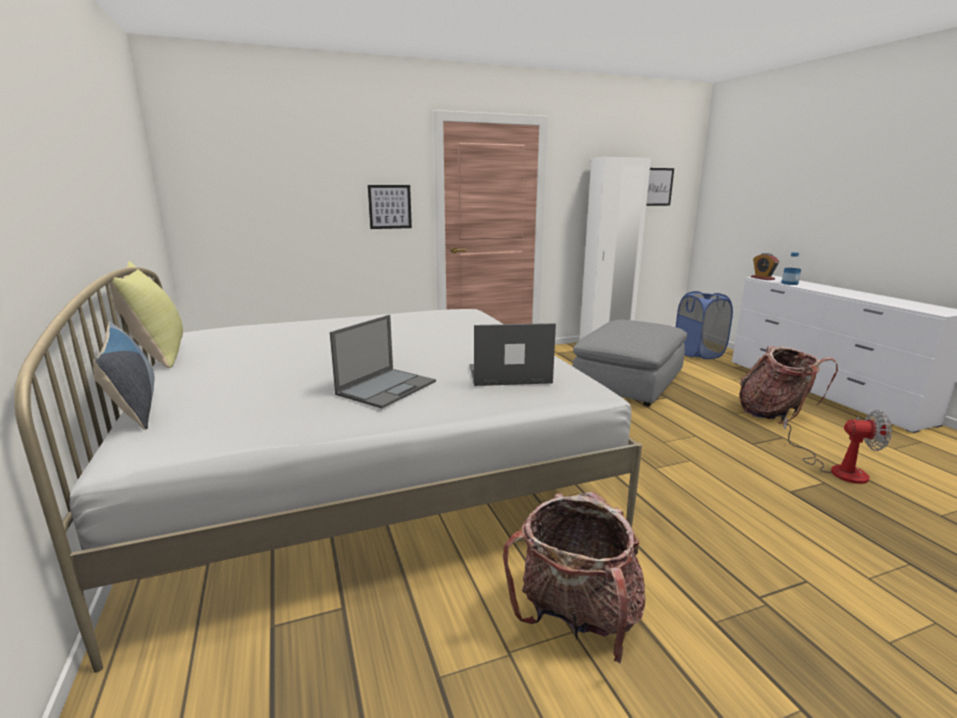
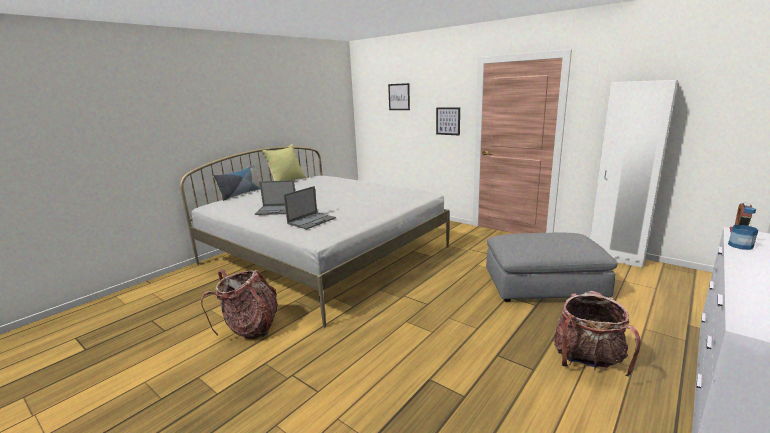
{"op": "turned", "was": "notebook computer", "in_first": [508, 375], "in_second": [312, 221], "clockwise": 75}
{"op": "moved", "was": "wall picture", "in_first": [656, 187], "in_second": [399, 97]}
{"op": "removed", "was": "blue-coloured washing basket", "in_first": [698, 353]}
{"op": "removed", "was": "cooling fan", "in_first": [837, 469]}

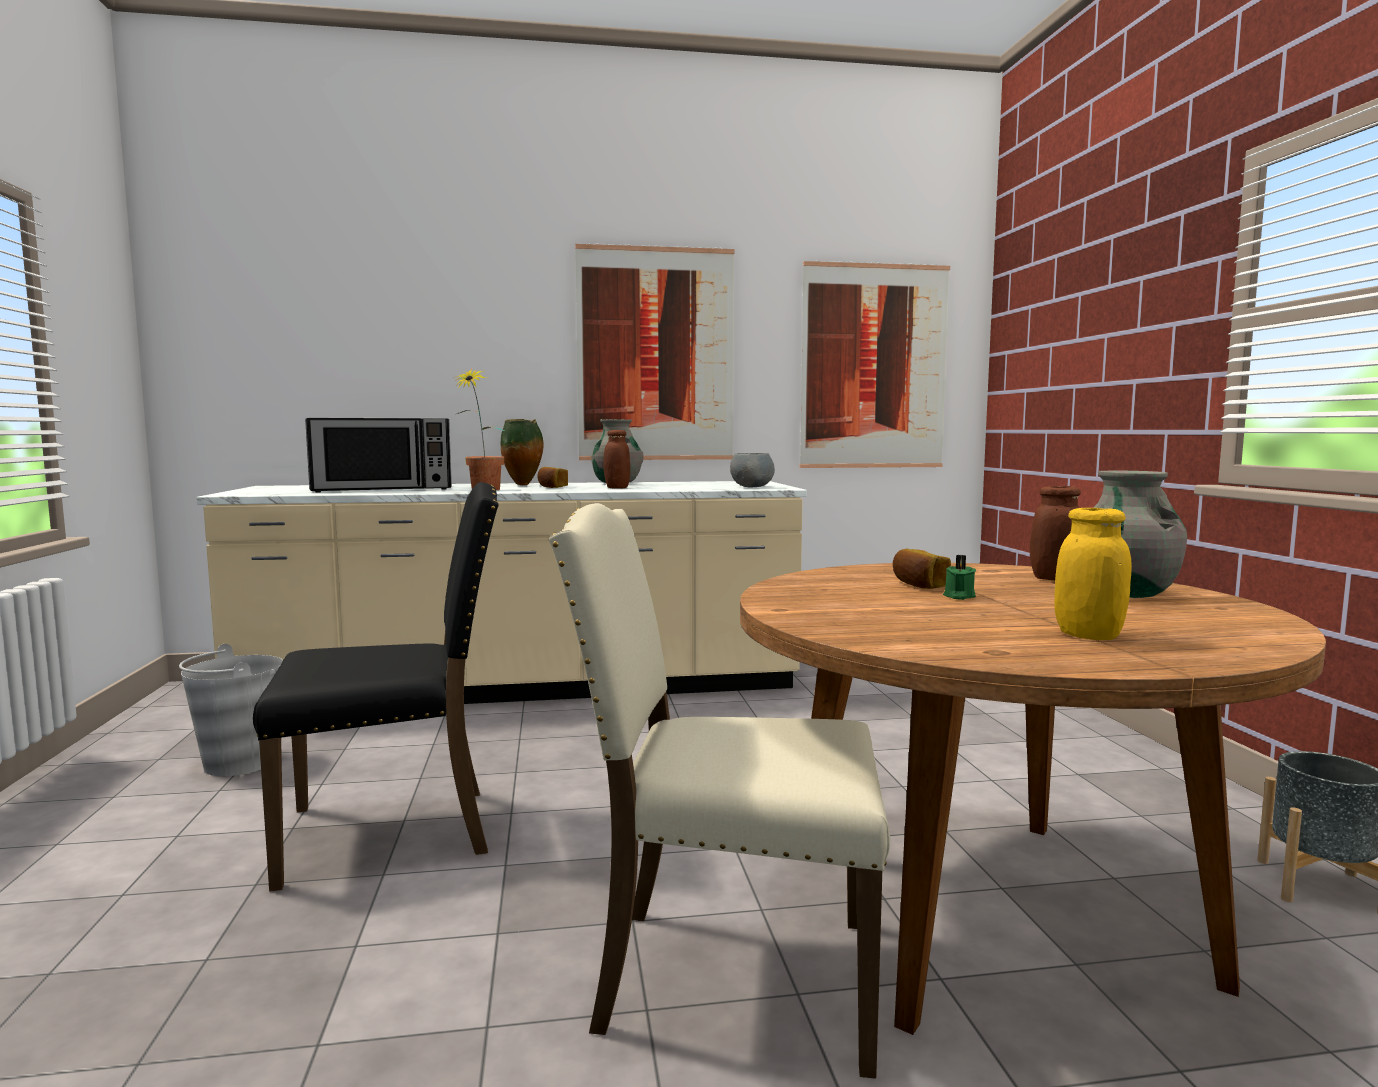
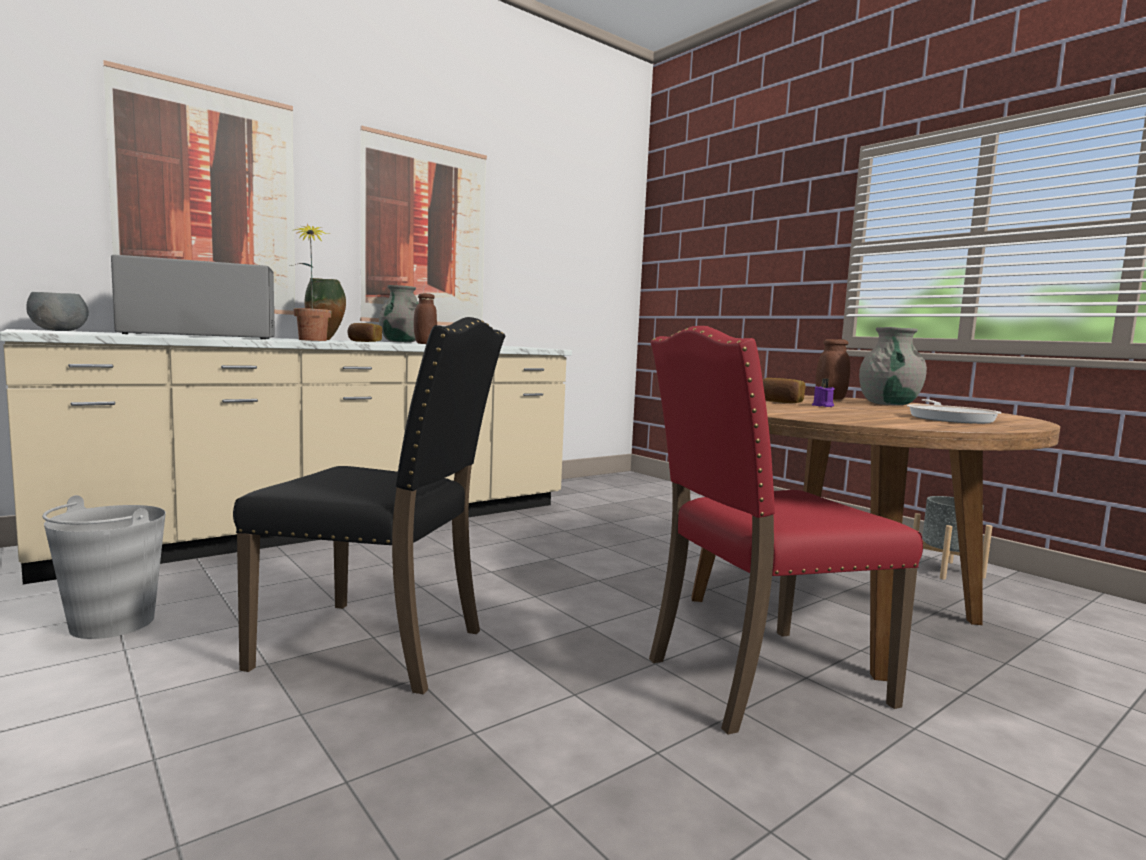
{"op": "moved", "was": "gray serving bowl", "in_first": [752, 487], "in_second": [59, 331]}
{"op": "moved", "was": "wall picture", "in_first": [873, 366], "in_second": [208, 199]}
{"op": "turned", "was": "microwave oven", "in_first": [382, 489], "in_second": [200, 336], "clockwise": -150}
{"op": "turned", "was": "blackish upright chair", "in_first": [393, 832], "in_second": [377, 647], "clockwise": 60}
{"op": "recoloured", "was": "beige upright chair", "now": "red-coloured upright chair", "in_first": [729, 977], "in_second": [759, 679]}
{"op": "recoloured", "was": "green wax light", "now": "purple wax light", "in_first": [958, 596], "in_second": [823, 406]}
{"op": "replaced", "was": "yellowish jar", "now": "pan", "in_first": [1088, 636], "in_second": [950, 418]}

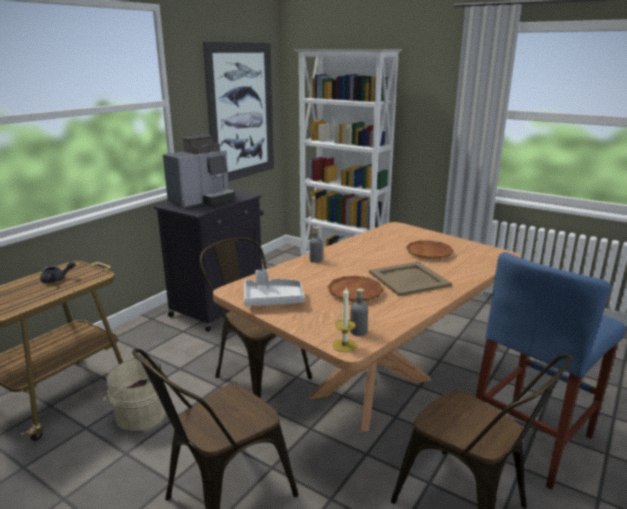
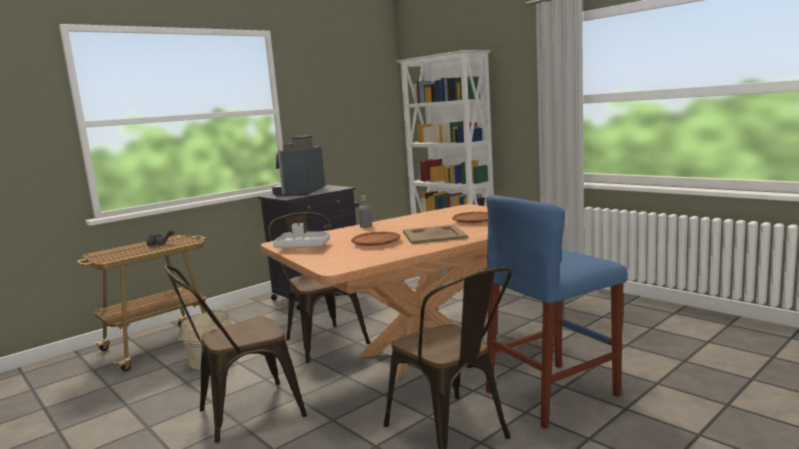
{"op": "turned", "was": "coffee maker", "in_first": [203, 201], "in_second": [300, 192], "clockwise": 135}
{"op": "removed", "was": "wall picture", "in_first": [241, 112]}
{"op": "removed", "was": "wax light", "in_first": [344, 345]}
{"op": "removed", "was": "gray drink bottle", "in_first": [358, 331]}

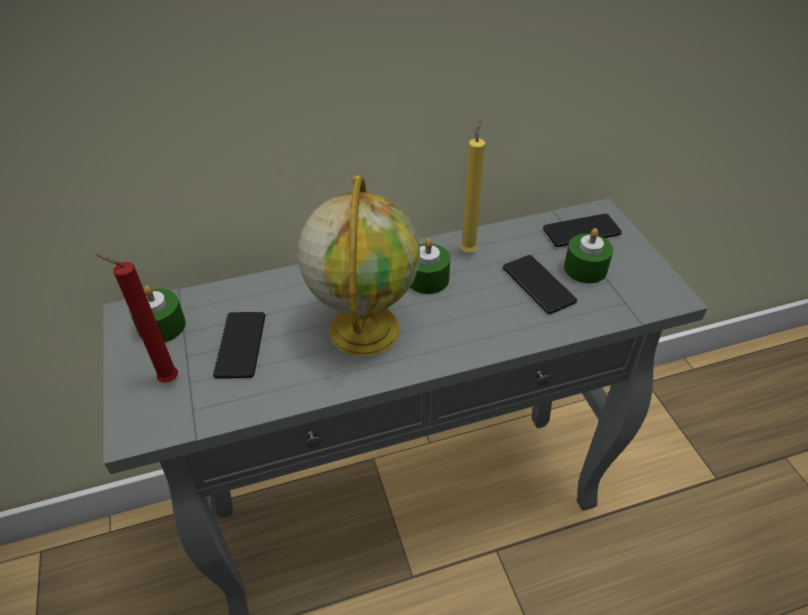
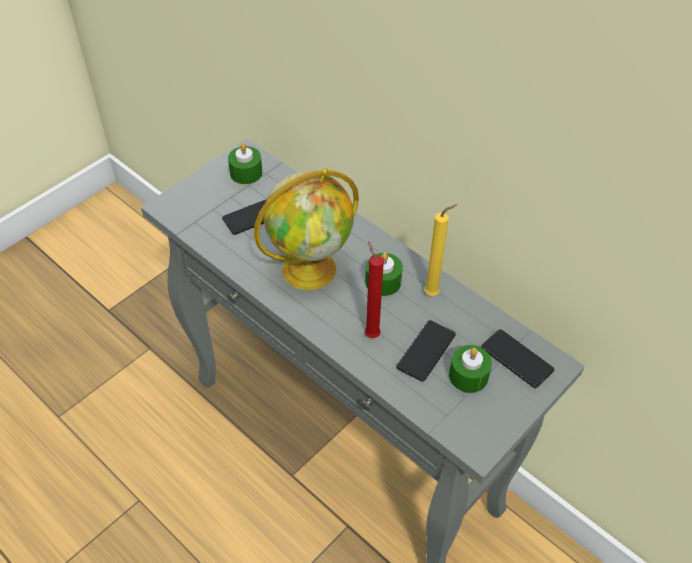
{"op": "moved", "was": "red-coloured wax light", "in_first": [166, 380], "in_second": [371, 333]}

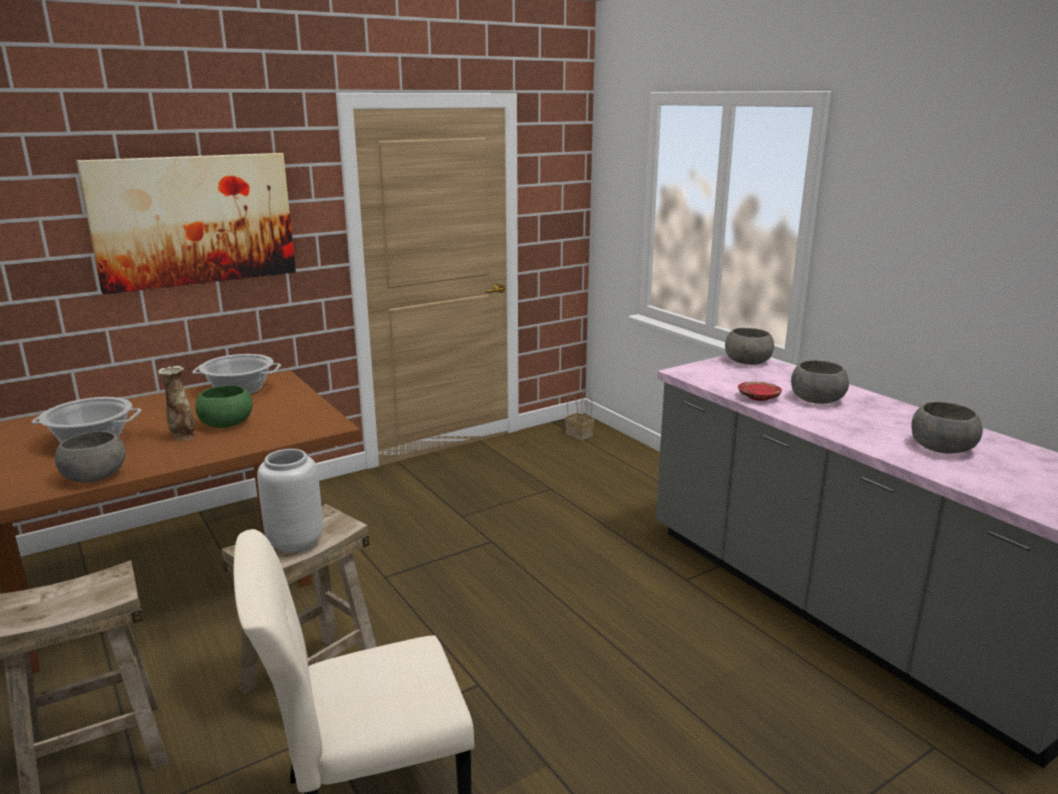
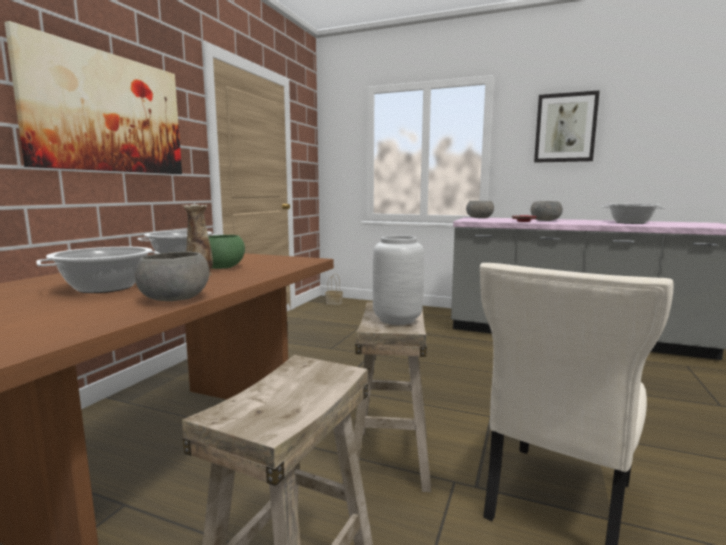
{"op": "added", "now": "wall picture", "in_second": [565, 128]}
{"op": "replaced", "was": "gray serving bowl", "now": "cooking pot", "in_first": [941, 448], "in_second": [630, 223]}

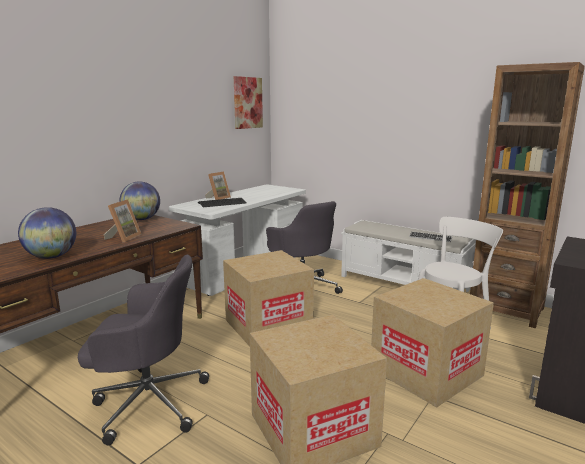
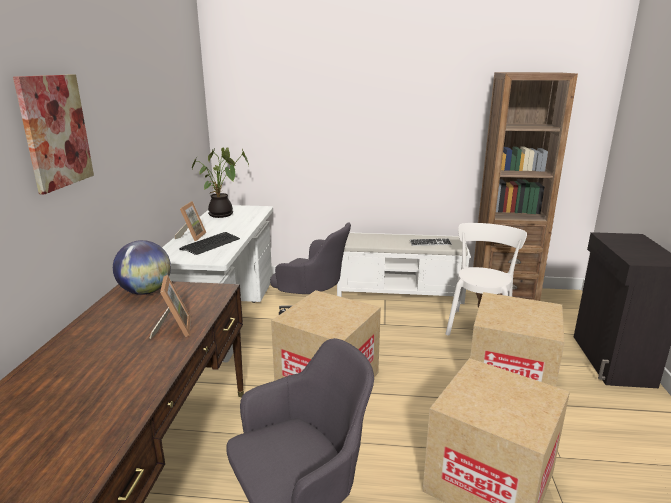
{"op": "moved", "was": "wall picture", "in_first": [247, 103], "in_second": [55, 131]}
{"op": "added", "now": "plant in a pot", "in_second": [222, 215]}
{"op": "removed", "was": "desk globe", "in_first": [51, 257]}

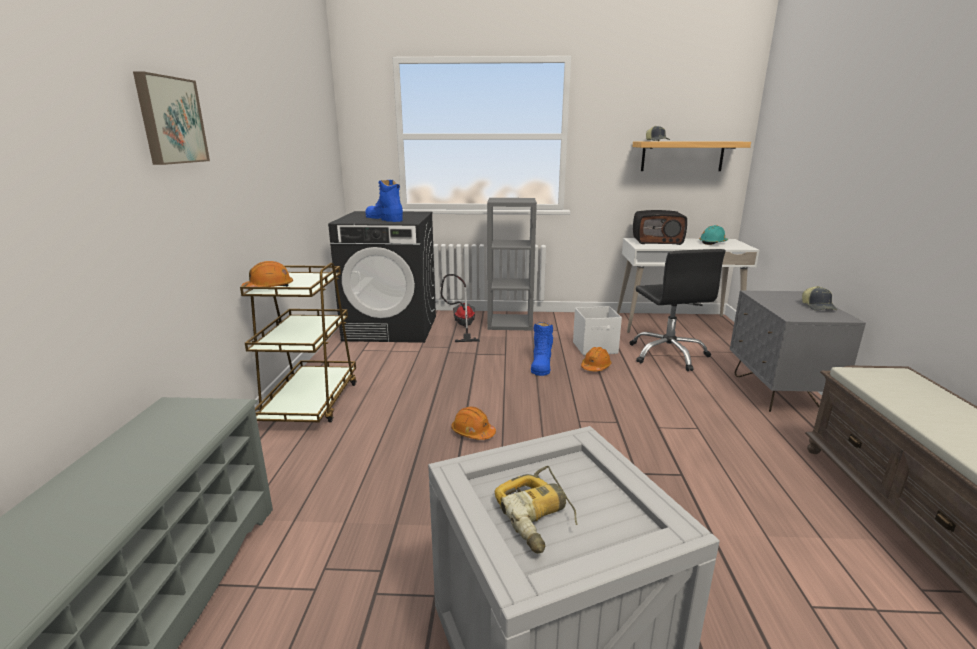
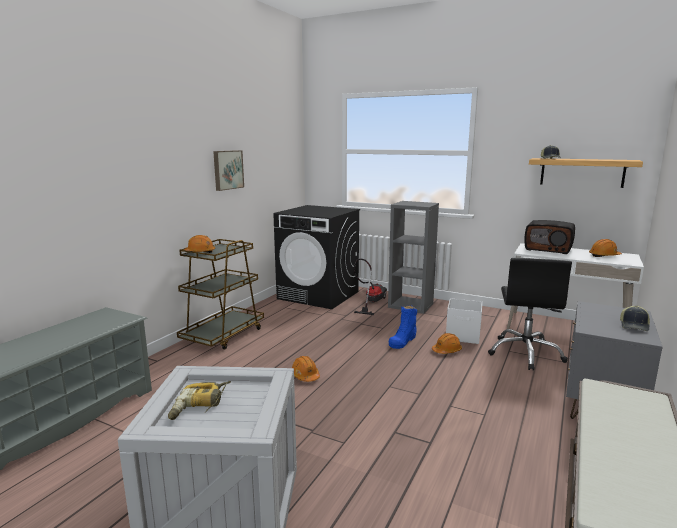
{"op": "moved", "was": "wall picture", "in_first": [170, 120], "in_second": [227, 170]}
{"op": "recoloured", "was": "turquoise work helmet", "now": "orange work helmet", "in_first": [713, 243], "in_second": [604, 256]}
{"op": "removed", "was": "blue-coloured high-top boot", "in_first": [384, 219]}

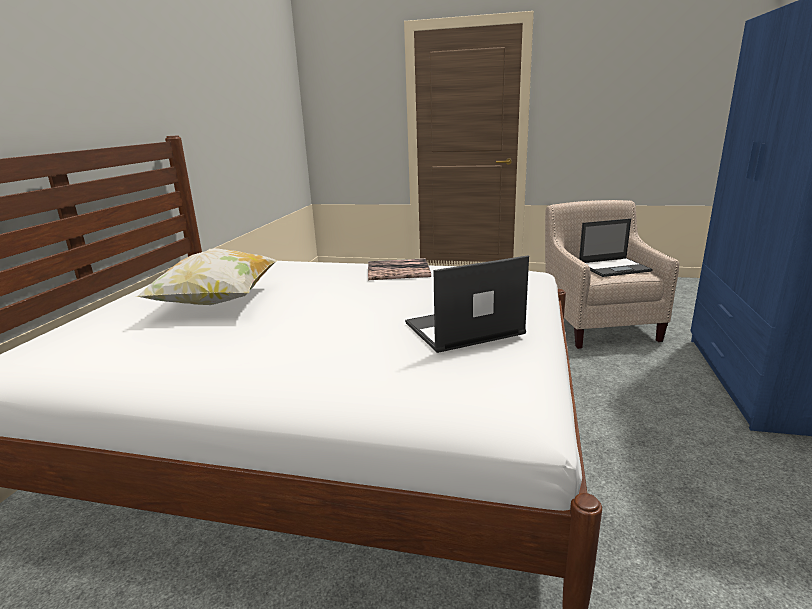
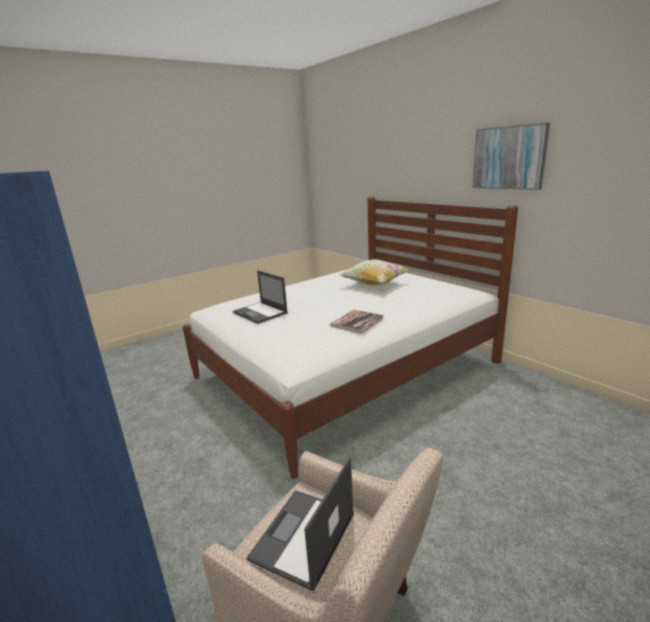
{"op": "turned", "was": "notebook computer", "in_first": [462, 329], "in_second": [260, 313], "clockwise": 120}
{"op": "added", "now": "wall picture", "in_second": [509, 158]}

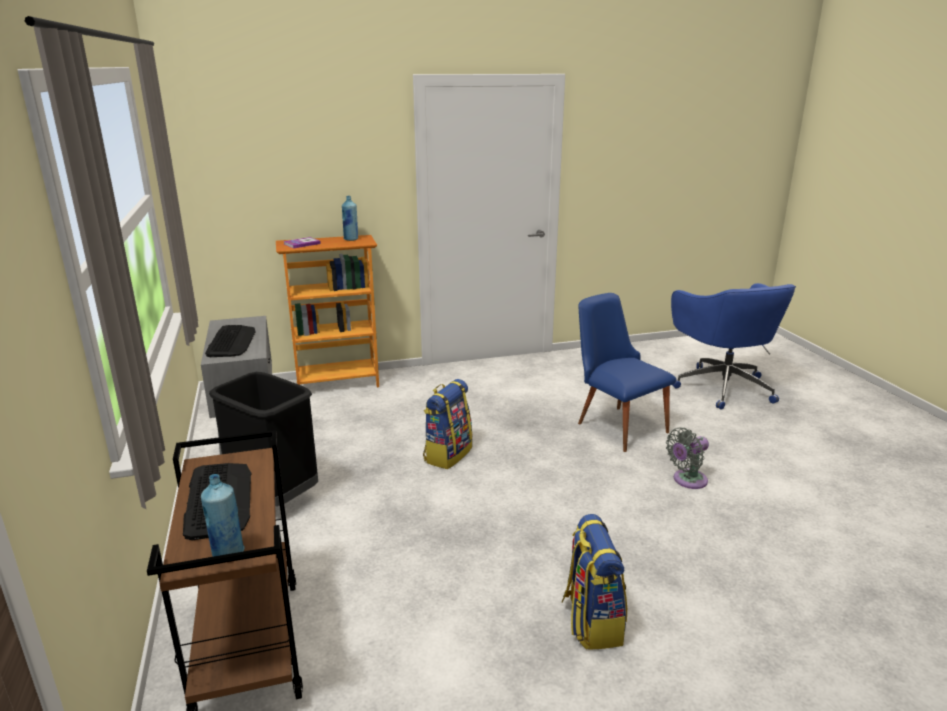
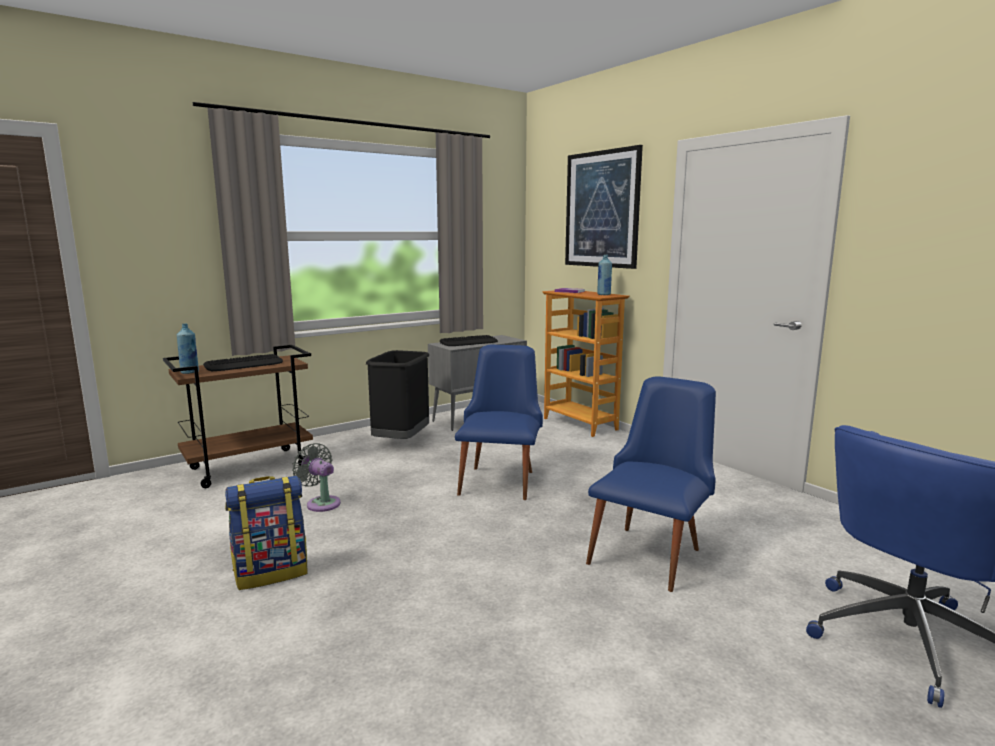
{"op": "moved", "was": "gray cooling fan", "in_first": [687, 480], "in_second": [321, 503]}
{"op": "replaced", "was": "backpack", "now": "blue-coloured upright chair", "in_first": [447, 454], "in_second": [500, 479]}
{"op": "added", "now": "wall picture", "in_second": [601, 209]}

